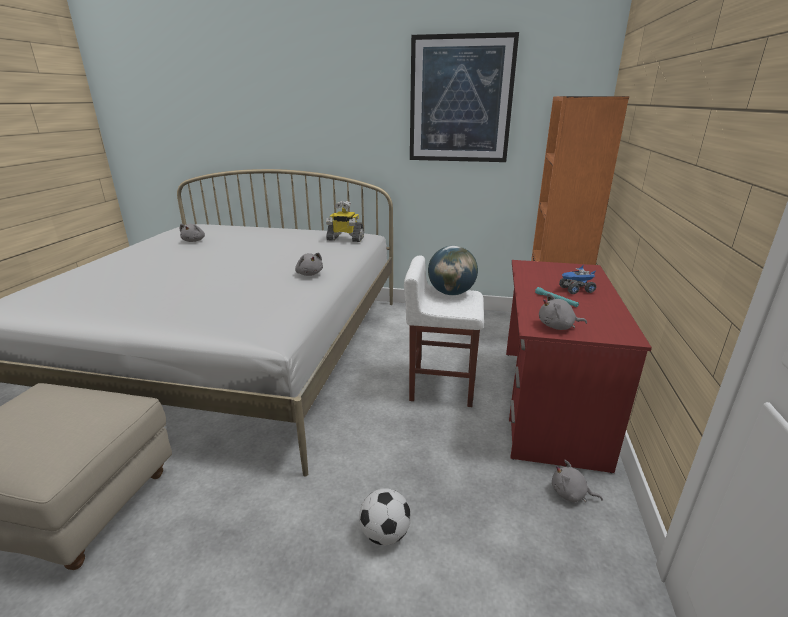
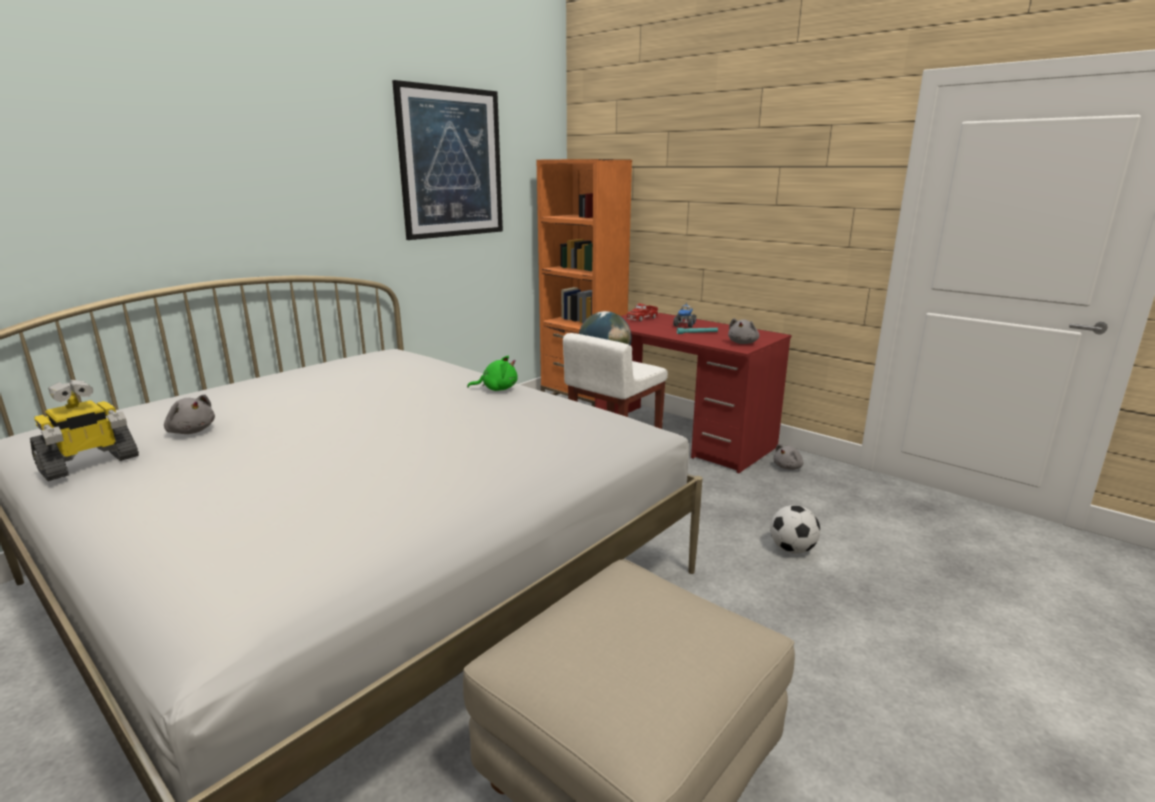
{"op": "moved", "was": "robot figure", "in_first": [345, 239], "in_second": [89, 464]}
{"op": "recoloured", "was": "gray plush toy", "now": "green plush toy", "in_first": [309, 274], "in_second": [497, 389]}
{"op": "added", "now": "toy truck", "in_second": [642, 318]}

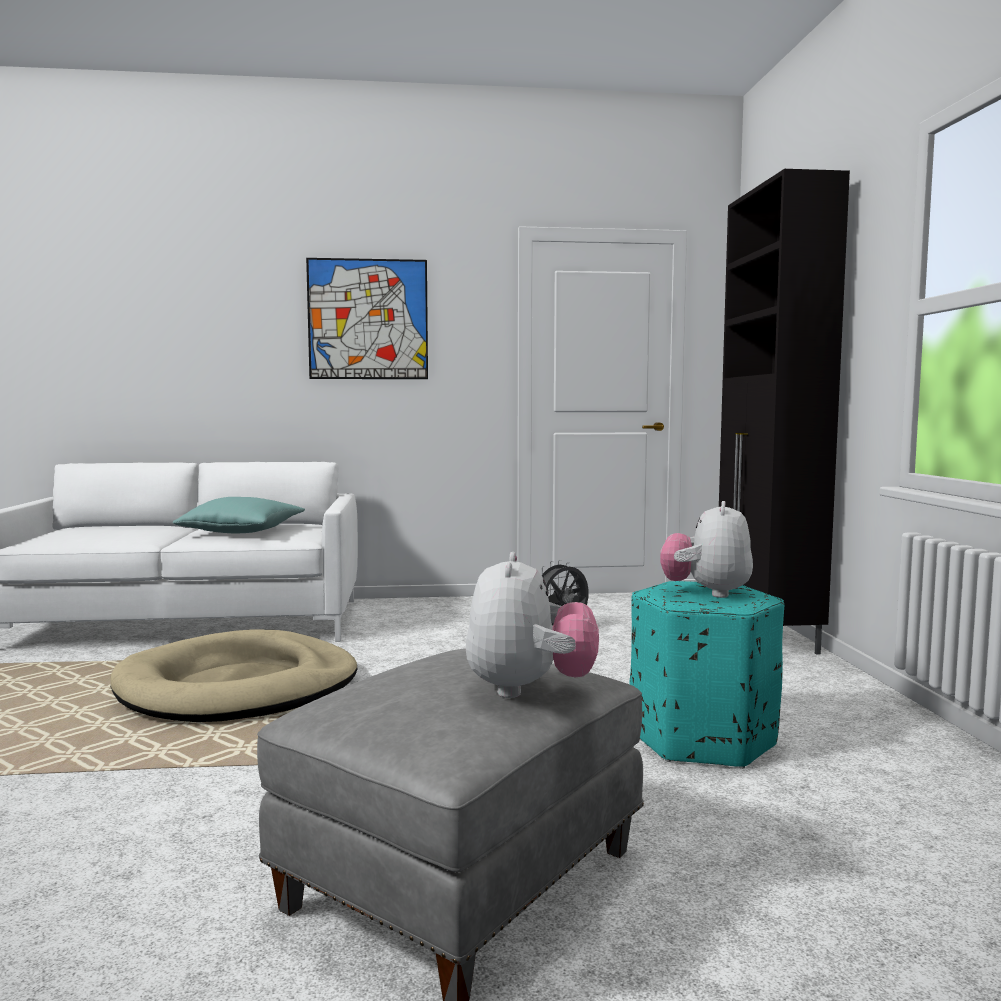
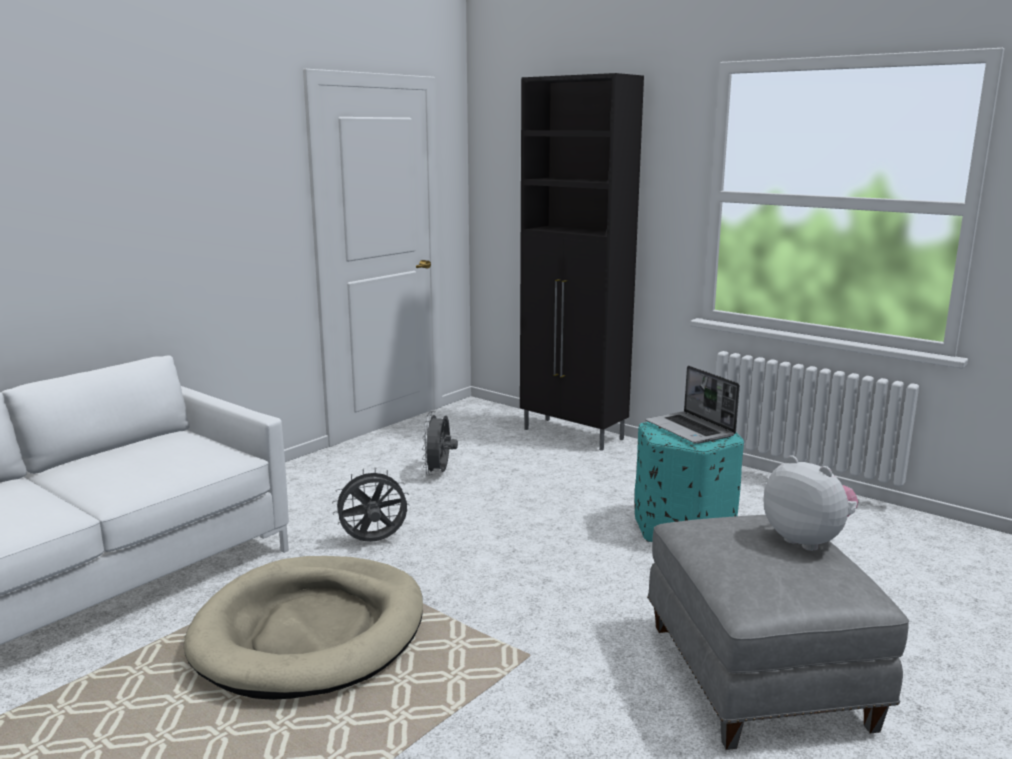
{"op": "added", "now": "gray cooling fan", "in_second": [373, 542]}
{"op": "replaced", "was": "plush toy", "now": "notebook computer", "in_first": [706, 593], "in_second": [691, 429]}
{"op": "removed", "was": "turquoise pillow", "in_first": [242, 531]}
{"op": "removed", "was": "wall picture", "in_first": [368, 319]}

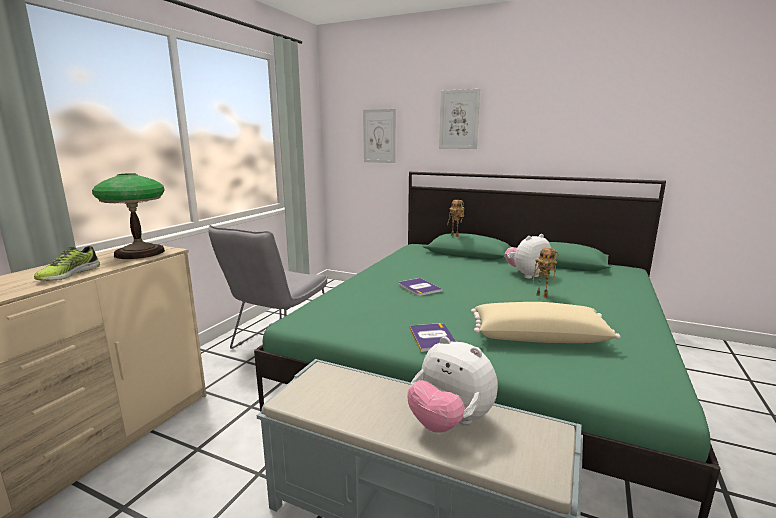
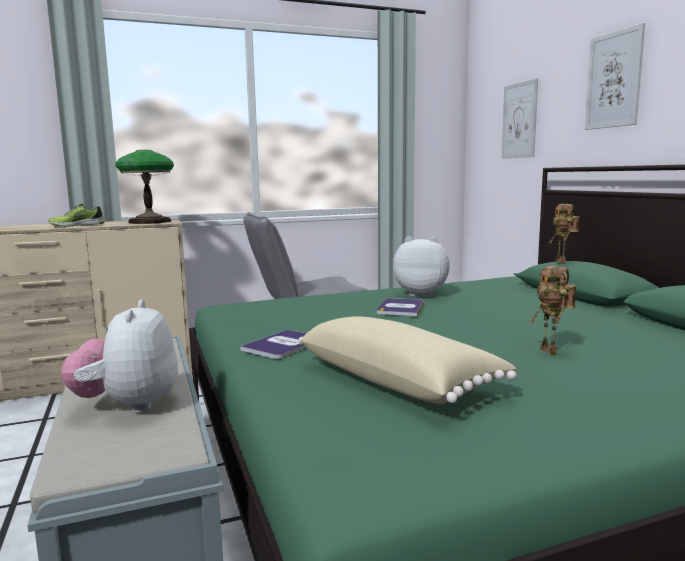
{"op": "moved", "was": "plush toy", "in_first": [526, 275], "in_second": [421, 293]}

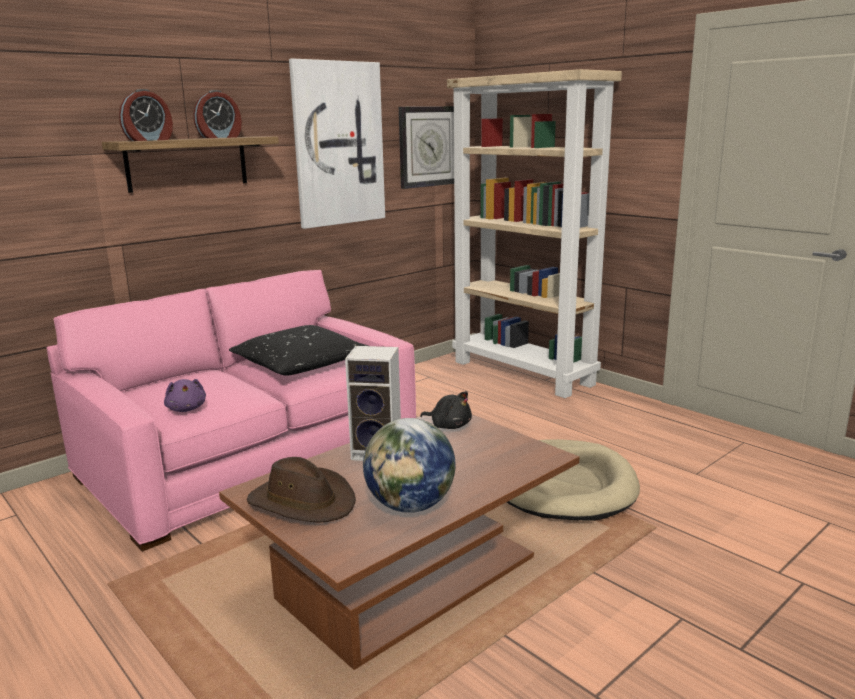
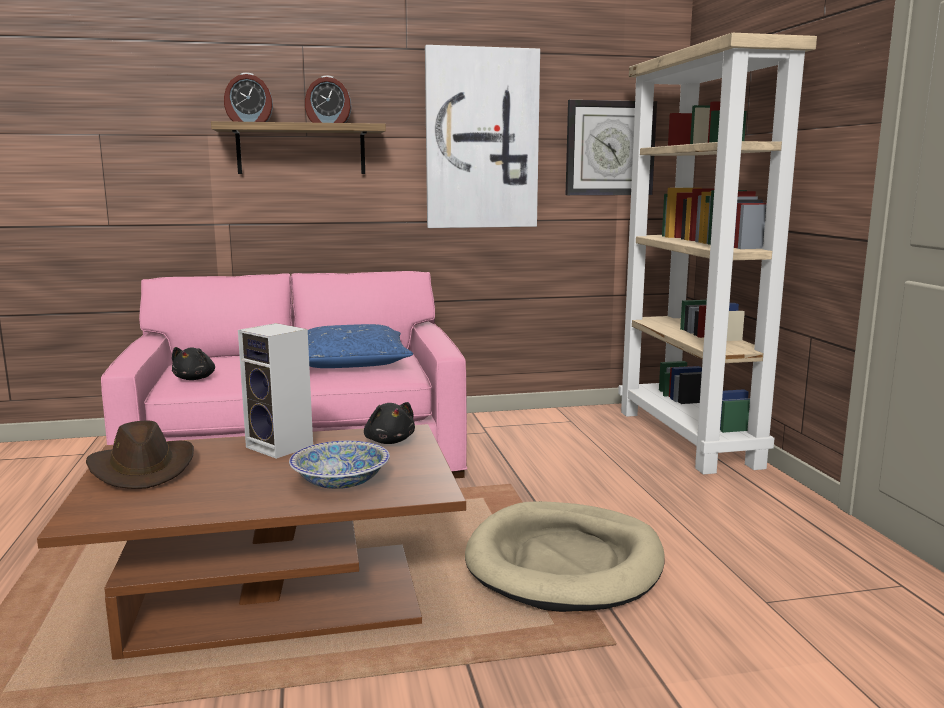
{"op": "recoloured", "was": "purple plush toy", "now": "blackish plush toy", "in_first": [186, 409], "in_second": [195, 378]}
{"op": "added", "now": "serving bowl", "in_second": [341, 482]}
{"op": "recoloured", "was": "blackish pillow", "now": "blue-coloured pillow", "in_first": [300, 364], "in_second": [350, 362]}
{"op": "removed", "was": "desk globe", "in_first": [410, 506]}

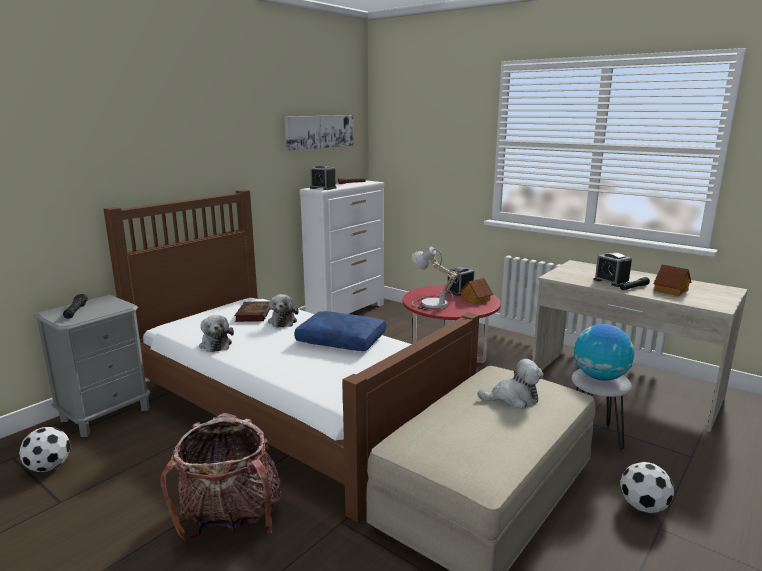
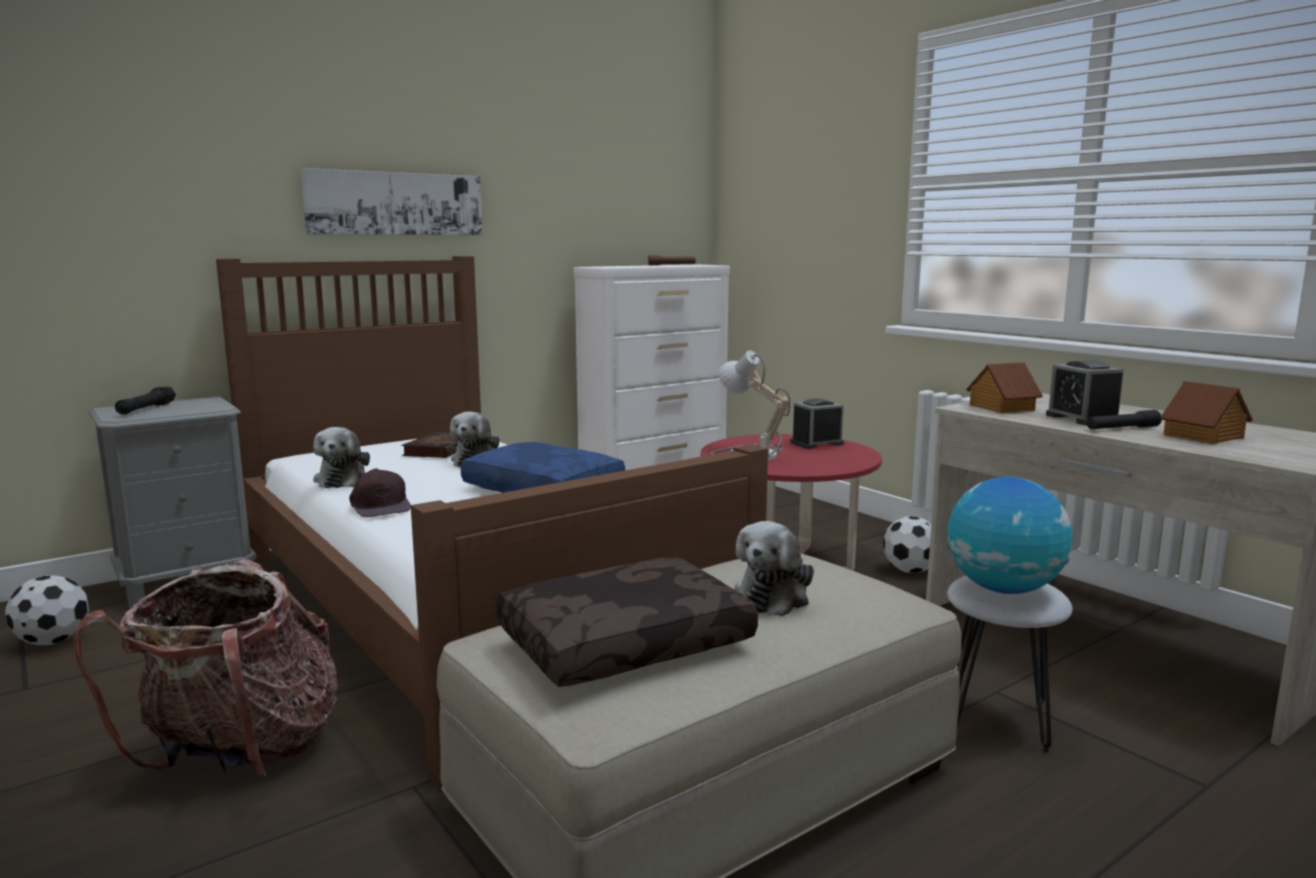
{"op": "moved", "was": "wall picture", "in_first": [319, 131], "in_second": [395, 203]}
{"op": "added", "now": "brown-coloured cap", "in_second": [380, 506]}
{"op": "added", "now": "brown-coloured pillow", "in_second": [625, 641]}
{"op": "turned", "was": "plush toy", "in_first": [513, 399], "in_second": [774, 596], "clockwise": 105}
{"op": "moved", "was": "football", "in_first": [644, 506], "in_second": [911, 570]}
{"op": "moved", "was": "model house", "in_first": [475, 299], "in_second": [1001, 407]}
{"op": "removed", "was": "alarm clock", "in_first": [323, 188]}

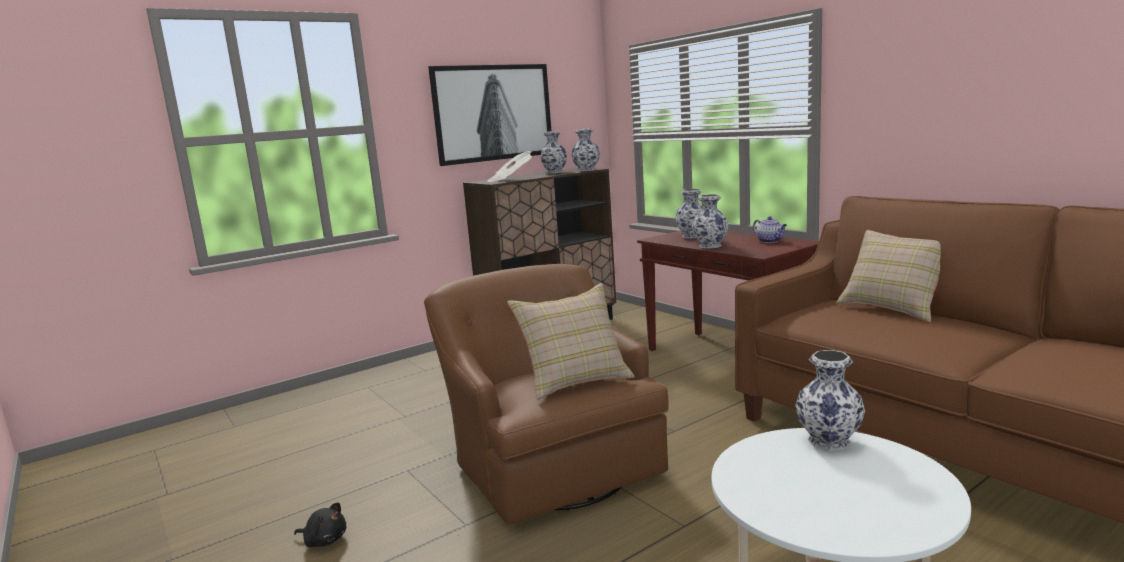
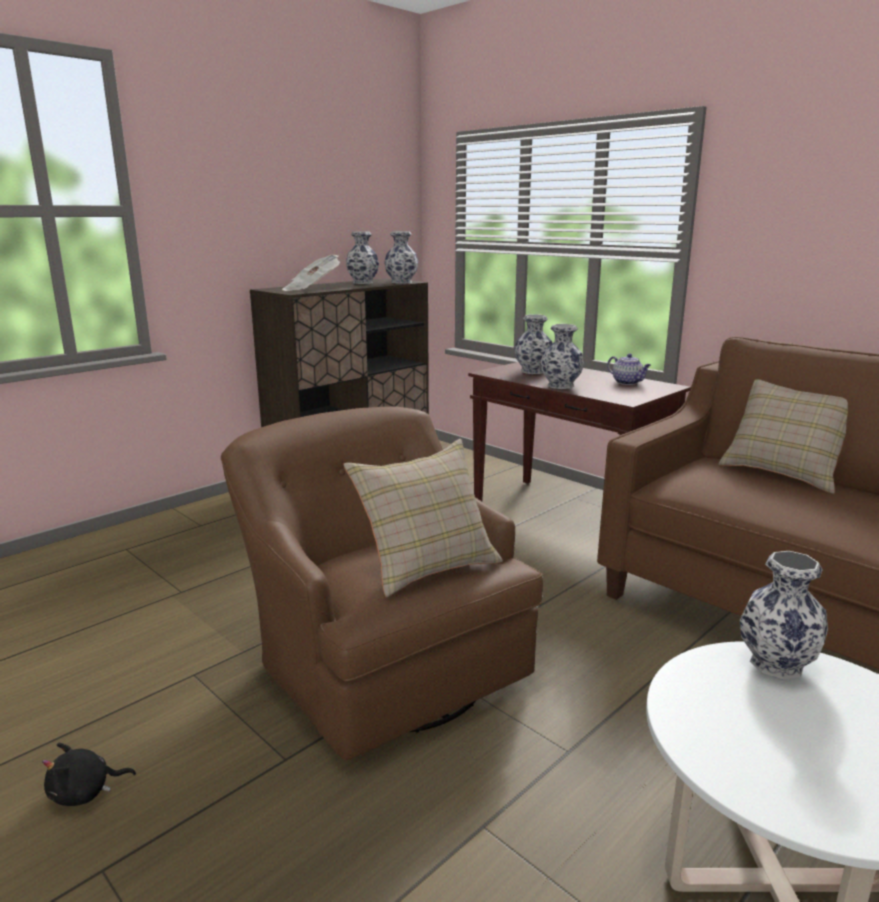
{"op": "turned", "was": "blackish plush toy", "in_first": [324, 540], "in_second": [85, 792], "clockwise": 150}
{"op": "removed", "was": "wall picture", "in_first": [493, 113]}

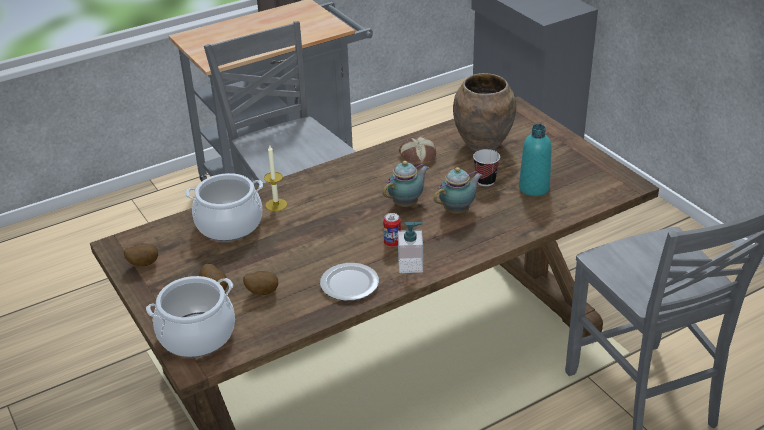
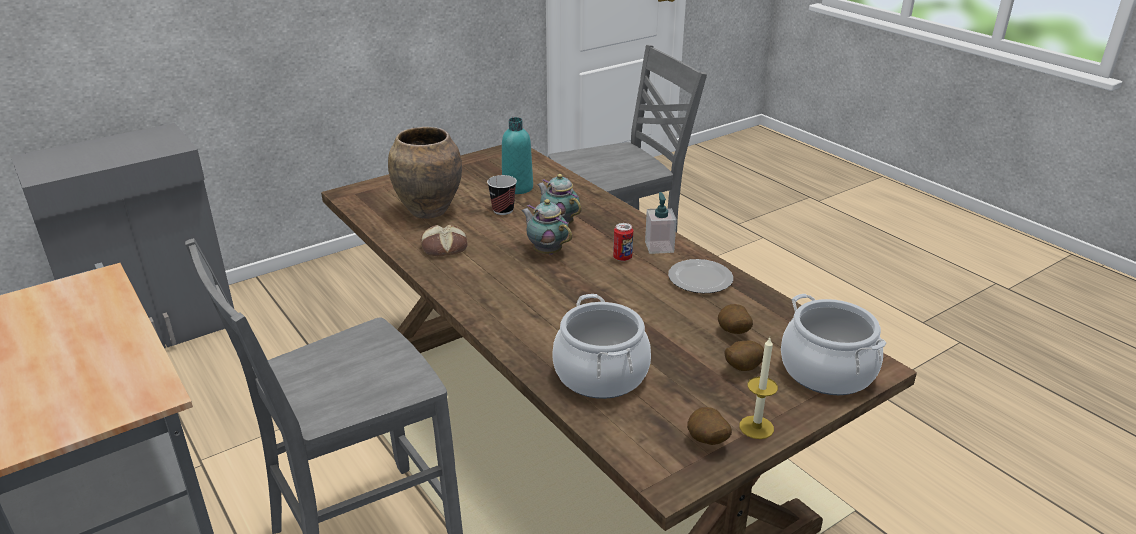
{"op": "moved", "was": "wax light", "in_first": [276, 205], "in_second": [756, 427]}

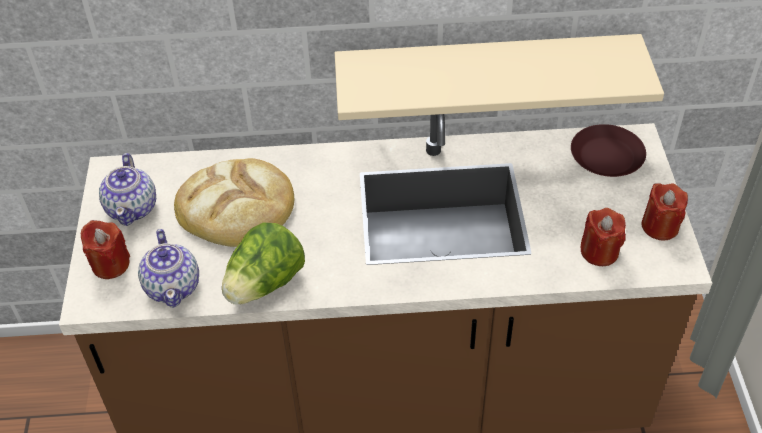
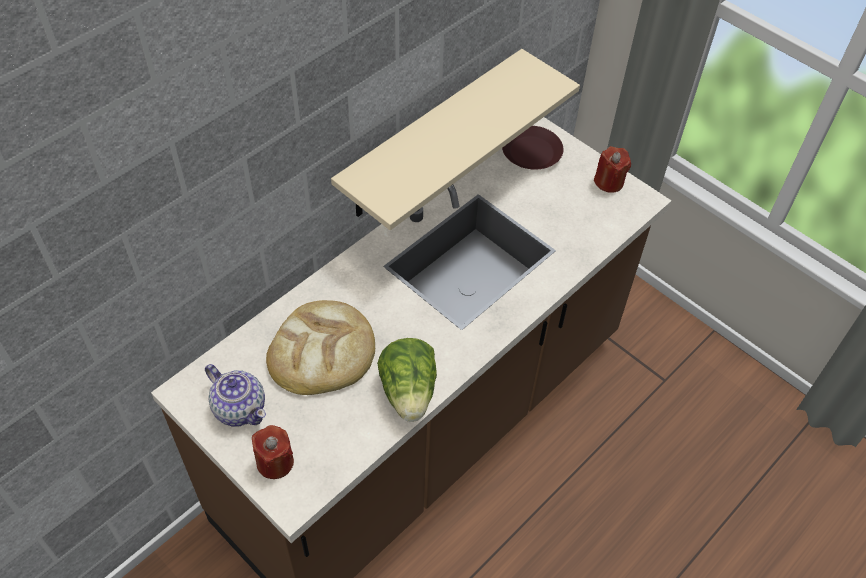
{"op": "removed", "was": "teapot", "in_first": [173, 286]}
{"op": "removed", "was": "red-coloured wax light", "in_first": [599, 252]}

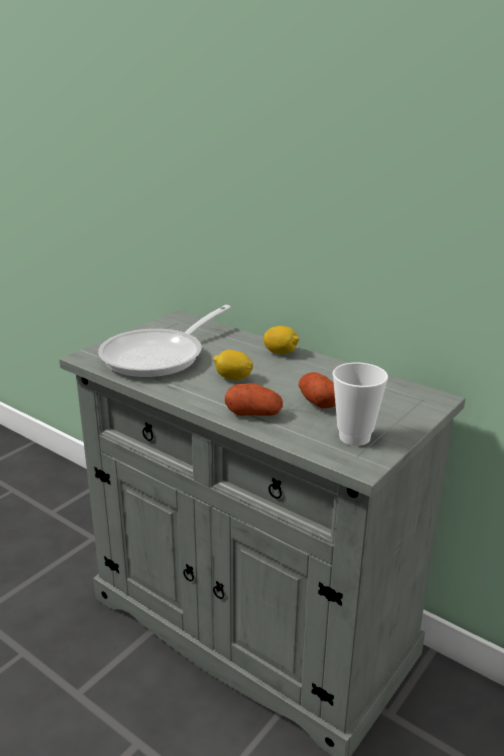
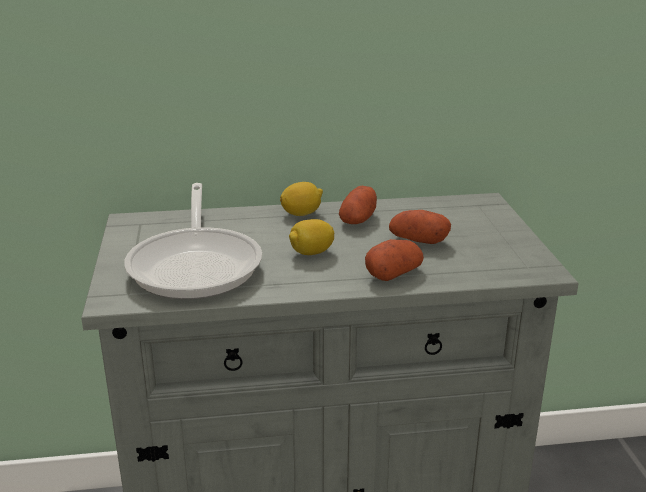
{"op": "added", "now": "whole potato", "in_second": [358, 219]}
{"op": "removed", "was": "cup", "in_first": [354, 437]}

